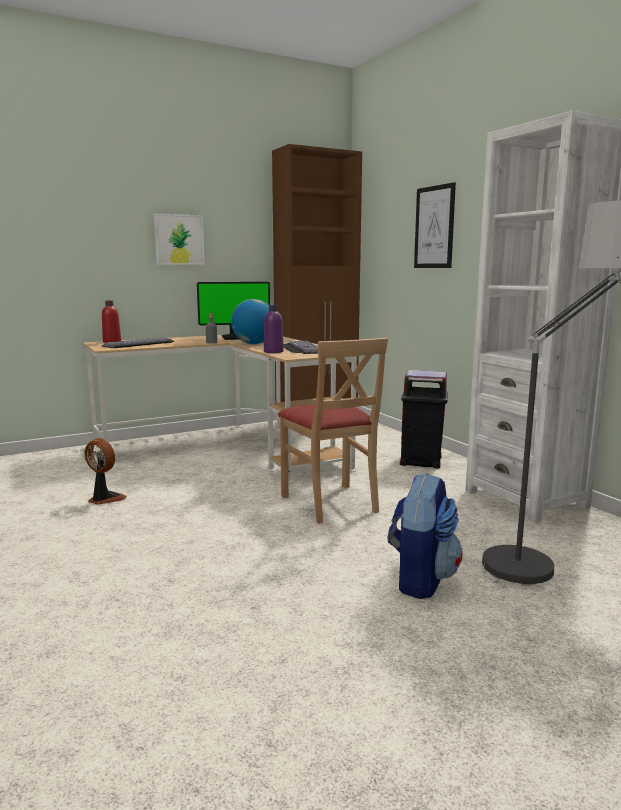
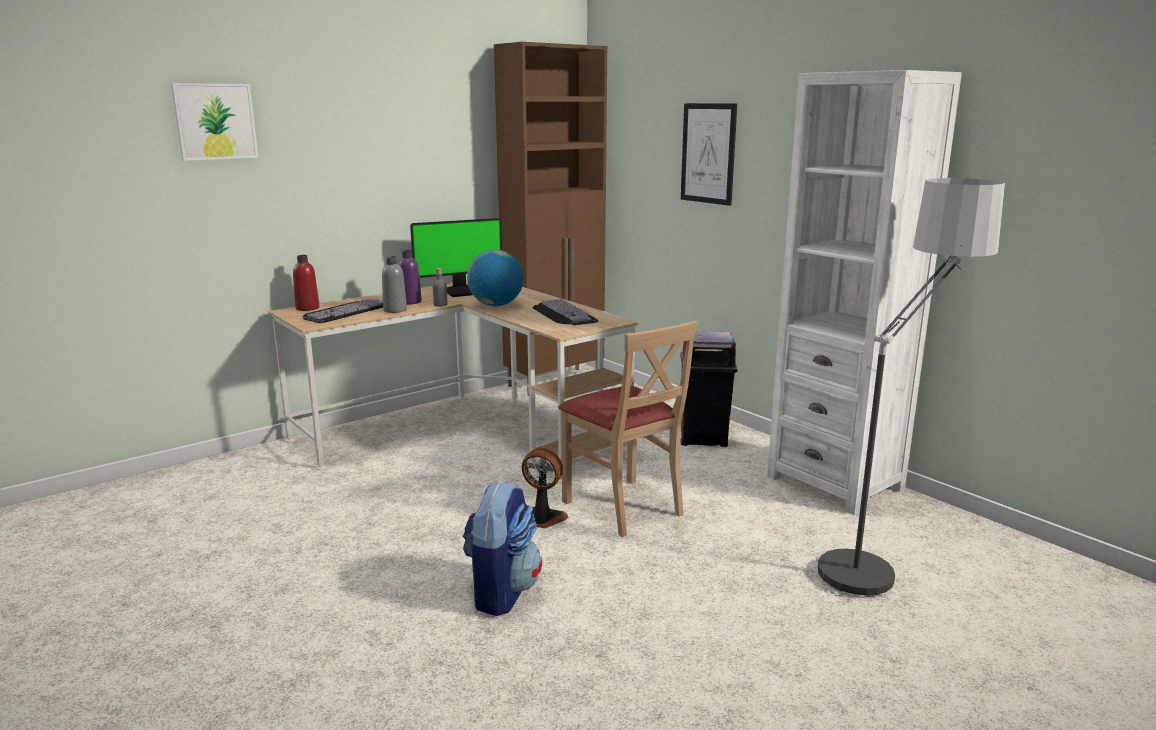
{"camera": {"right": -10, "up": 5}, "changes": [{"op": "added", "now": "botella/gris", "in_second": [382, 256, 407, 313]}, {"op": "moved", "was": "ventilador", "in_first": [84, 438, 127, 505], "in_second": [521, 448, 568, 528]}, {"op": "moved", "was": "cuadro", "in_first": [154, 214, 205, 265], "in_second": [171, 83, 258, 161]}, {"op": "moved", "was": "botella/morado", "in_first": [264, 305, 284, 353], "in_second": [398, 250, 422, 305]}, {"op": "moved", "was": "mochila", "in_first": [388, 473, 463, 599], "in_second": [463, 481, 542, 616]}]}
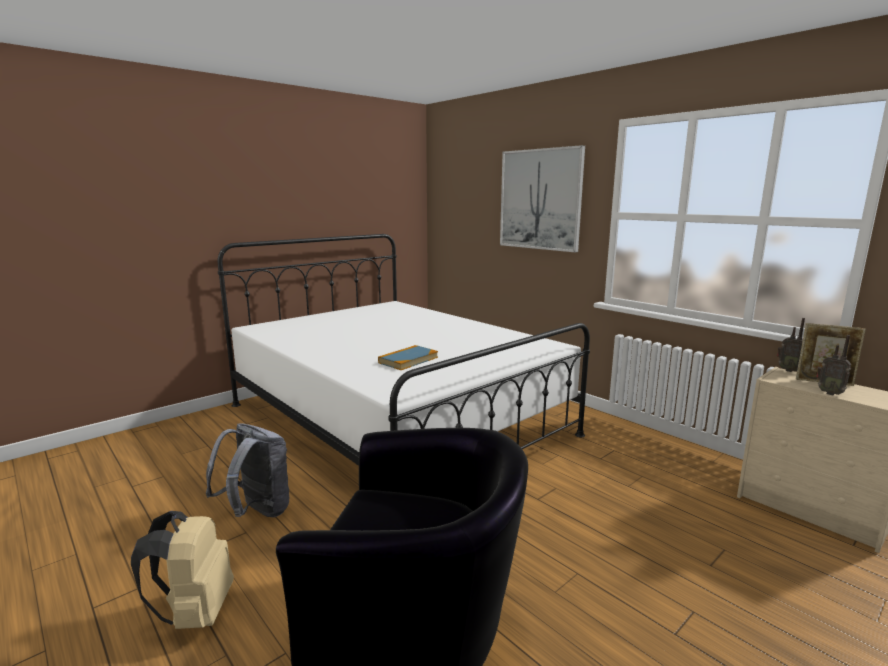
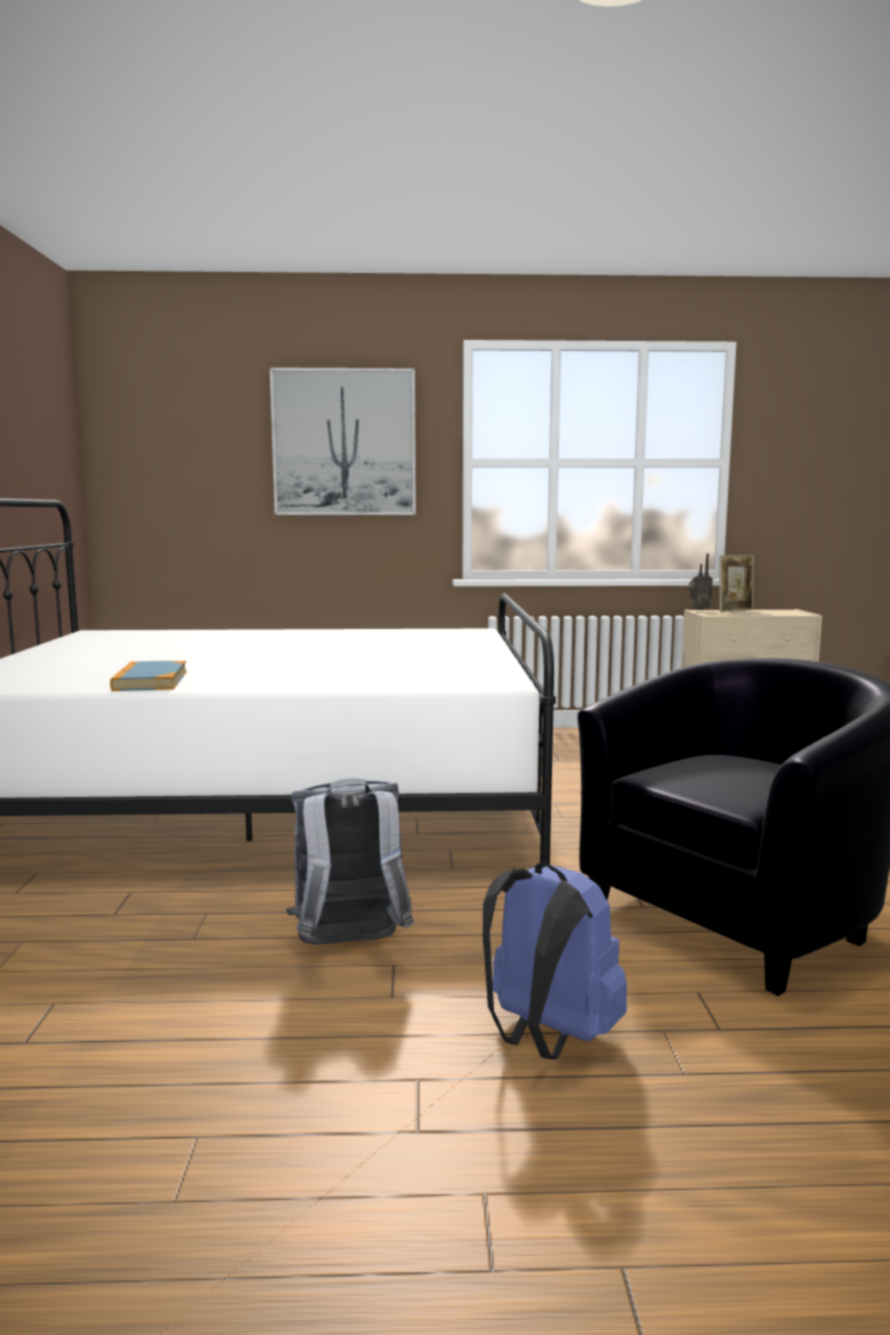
{"camera": {"right": -50, "up": -5}, "changes": [{"op": "removed", "was": "radio", "in_first": [816, 335, 851, 395]}, {"op": "moved", "was": "libro", "in_first": [378, 345, 438, 370], "in_second": [110, 661, 187, 691]}, {"op": "recoloured", "was": "mochila/beis", "now": "mochila/azul", "in_first": [131, 511, 234, 629], "in_second": [483, 862, 627, 1060]}]}
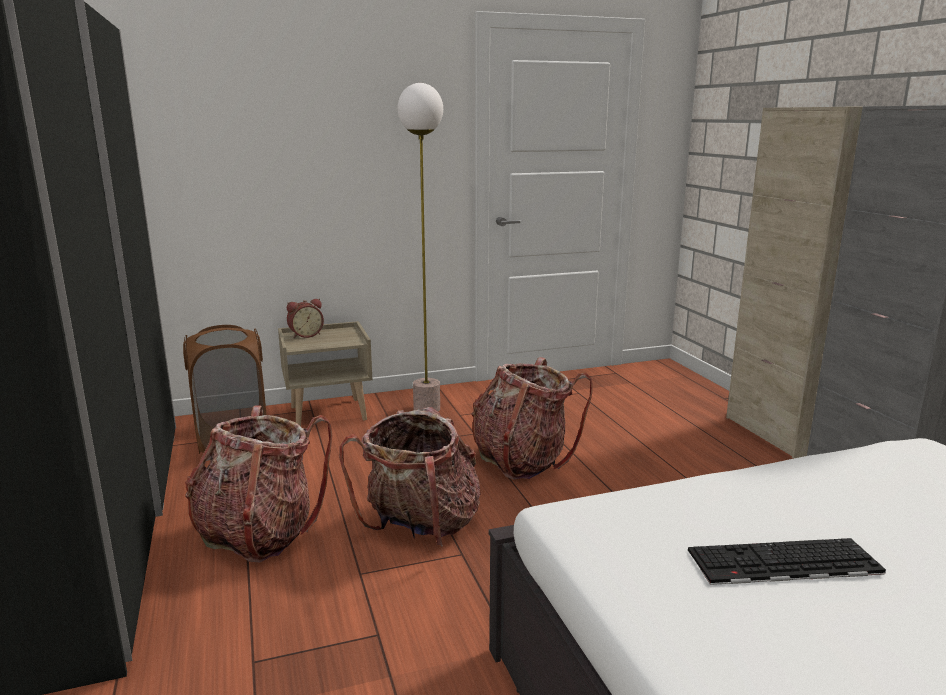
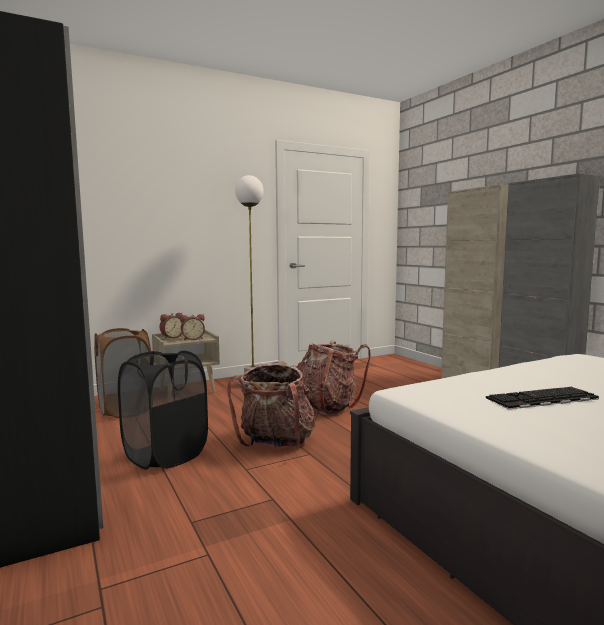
{"camera": {"right": -10, "up": -10}, "changes": [{"op": "added", "now": "despertador", "in_second": [180, 314, 205, 340]}, {"op": "replaced", "was": "mochila", "now": "cesto de la ropa/negro", "in_first": [185, 406, 332, 562], "in_second": [118, 351, 208, 470]}]}
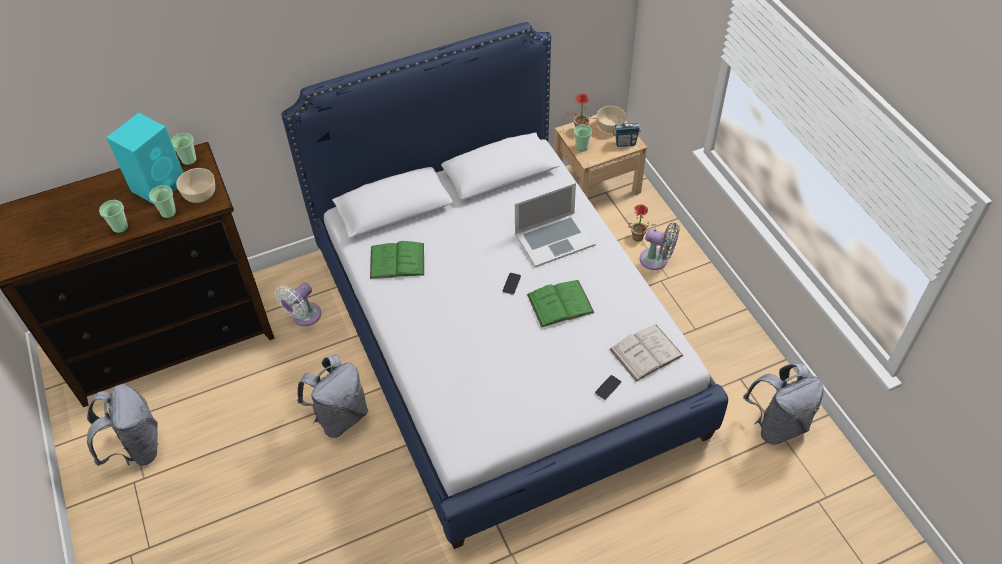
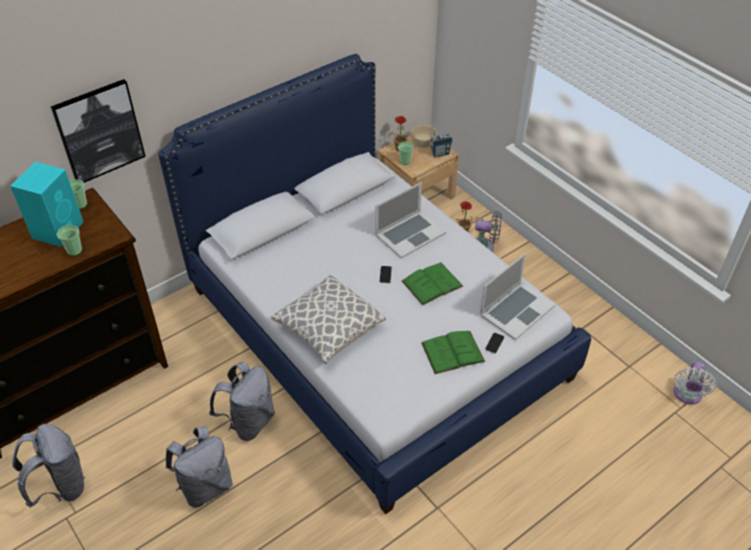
{"camera": {"right": -15, "up": -5}, "changes": [{"op": "removed", "was": "taza", "in_first": [99, 200, 128, 233]}, {"op": "removed", "was": "cuenco/beis", "in_first": [176, 168, 215, 203]}, {"op": "added", "now": "cuadro", "in_second": [51, 79, 146, 183]}, {"op": "added", "now": "cojín", "in_second": [271, 275, 386, 364]}, {"op": "moved", "was": "ventilador/blanco", "in_first": [275, 283, 321, 326], "in_second": [674, 361, 716, 404]}, {"op": "moved", "was": "libro/verde", "in_first": [370, 241, 424, 279], "in_second": [421, 331, 485, 374]}, {"op": "moved", "was": "mochila/gris", "in_first": [743, 364, 824, 445], "in_second": [166, 426, 233, 508]}, {"op": "replaced", "was": "libro/blanco", "now": "portátil", "in_first": [609, 324, 684, 382], "in_second": [480, 253, 555, 340]}]}
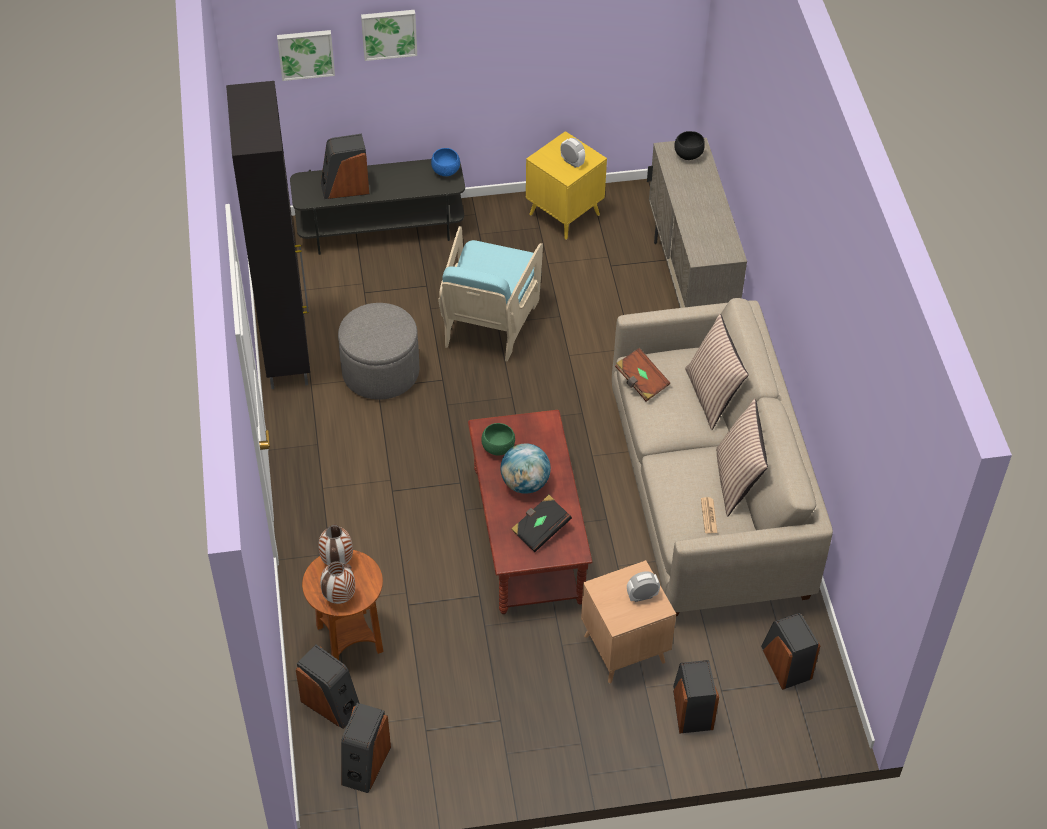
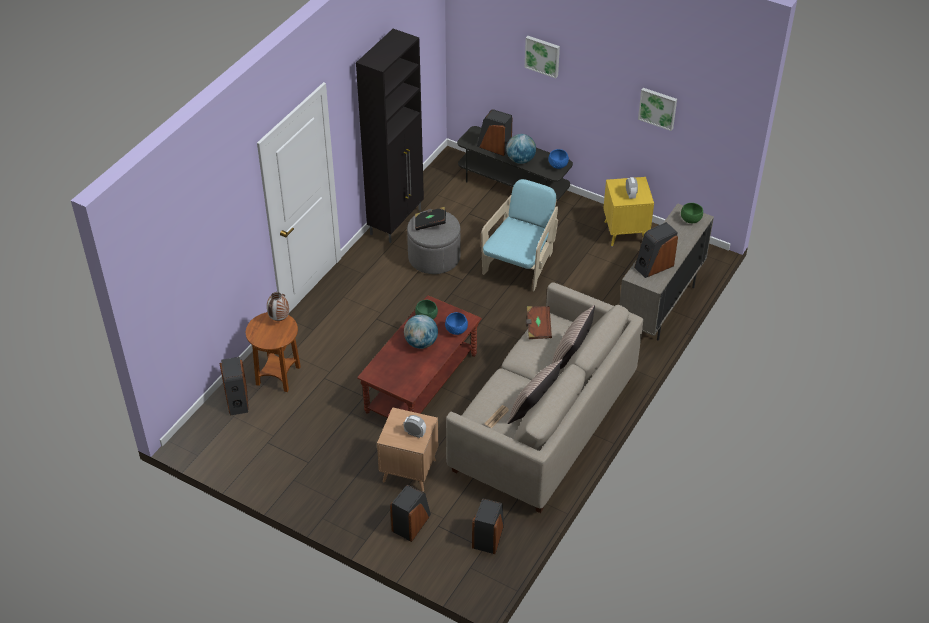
{"camera": {"right": 40, "up": -5}, "changes": [{"op": "removed", "was": "florero", "in_first": [320, 561, 355, 604]}, {"op": "added", "now": "cuenco/azul", "in_second": [445, 312, 468, 335]}, {"op": "added", "now": "globo terráqueo", "in_second": [506, 134, 536, 164]}, {"op": "moved", "was": "cuadro", "in_first": [277, 30, 335, 81], "in_second": [638, 88, 677, 131]}, {"op": "moved", "was": "altavoz", "in_first": [341, 703, 391, 793], "in_second": [634, 222, 678, 278]}, {"op": "moved", "was": "libro/negro", "in_first": [511, 495, 572, 552], "in_second": [415, 207, 446, 230]}, {"op": "recoloured", "was": "cuenco/negro", "now": "cuenco/verde", "in_first": [674, 131, 705, 160], "in_second": [681, 203, 703, 223]}, {"op": "turned", "was": "sillón/turquesa", "in_first": [438, 226, 543, 361], "in_second": [481, 179, 558, 292], "clockwise": 150}]}
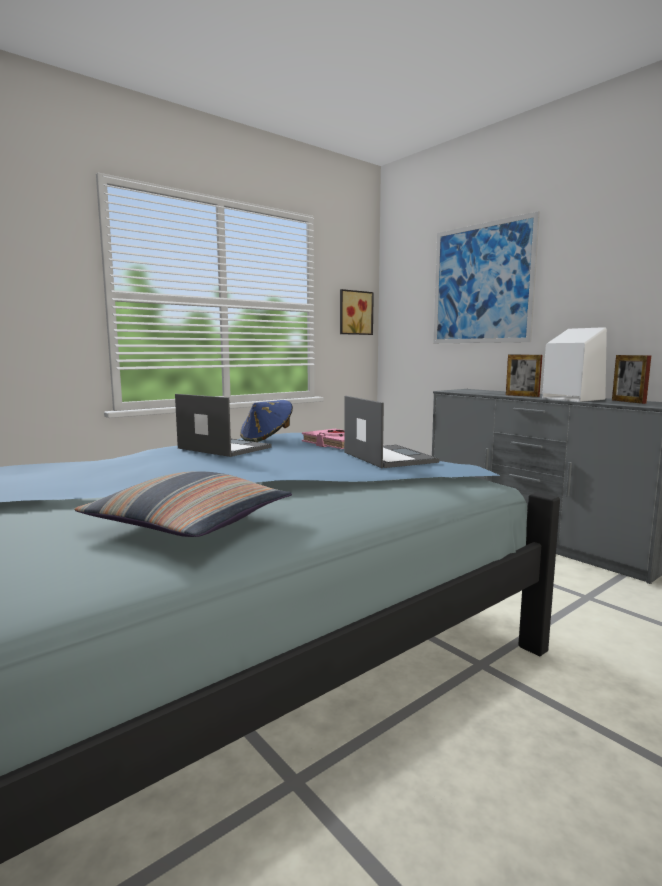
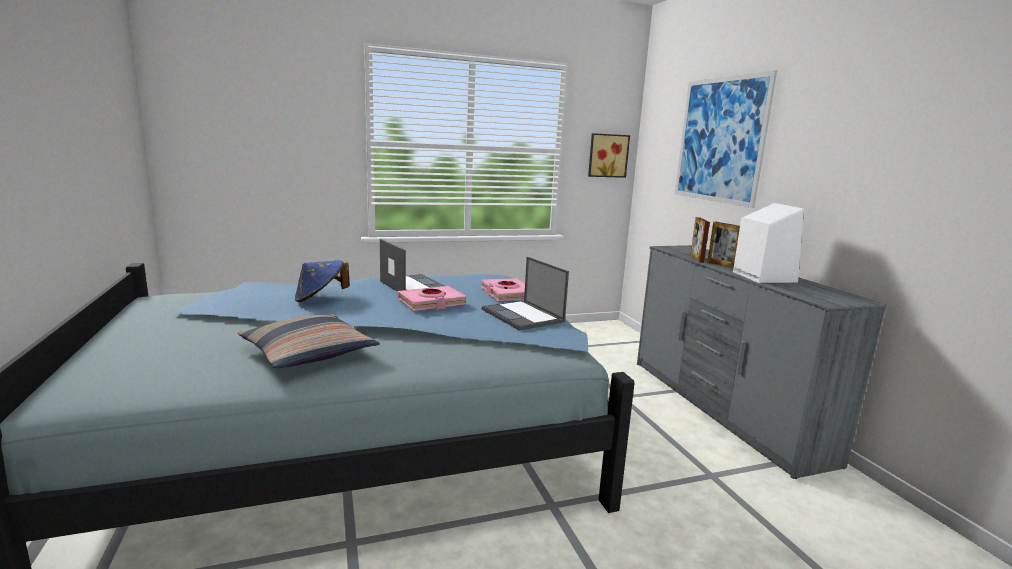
{"camera": {"right": 20, "up": 5}, "changes": [{"op": "added", "now": "libro/rosa", "in_second": [397, 286, 467, 311]}, {"op": "moved", "was": "sombrero/azul", "in_first": [240, 400, 293, 442], "in_second": [295, 260, 350, 303]}, {"op": "moved", "was": "portarretratos", "in_first": [612, 355, 651, 404], "in_second": [690, 217, 710, 263]}, {"op": "turned", "was": "portátil", "in_first": [344, 396, 439, 468], "in_second": [482, 257, 569, 331], "clockwise": 150}]}
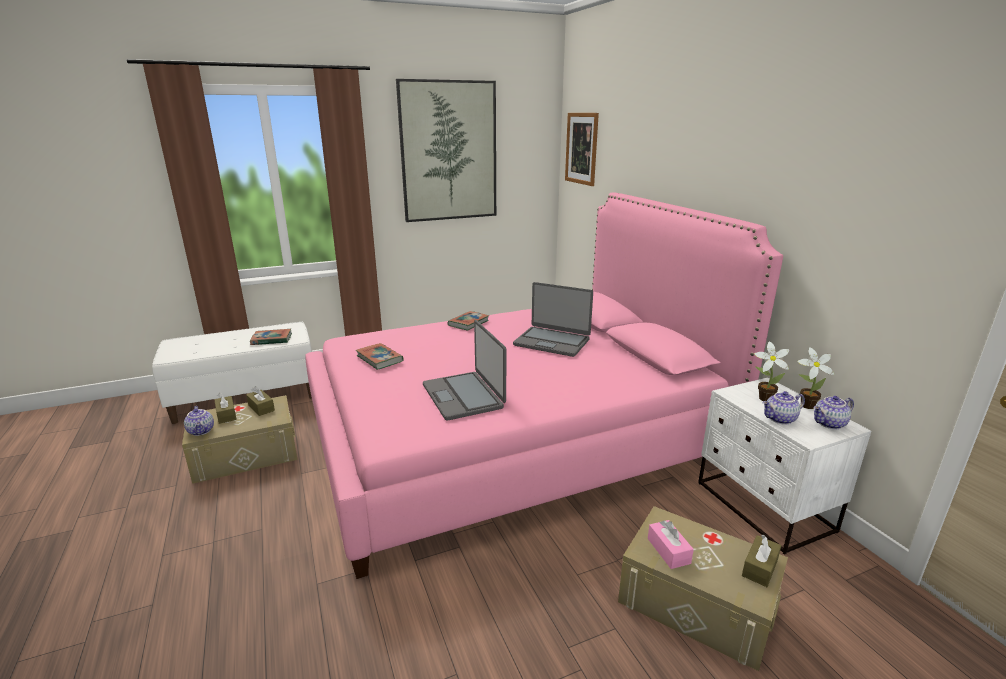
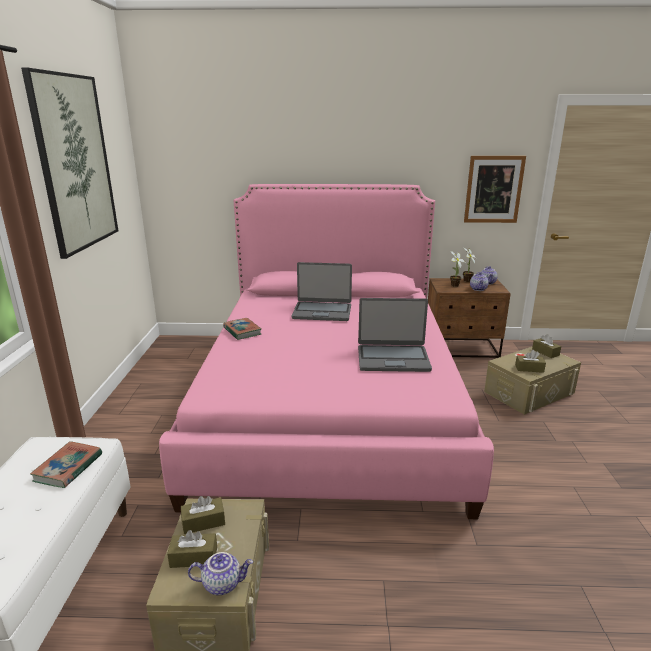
{"camera": {"right": -65, "up": 0}, "changes": [{"op": "removed", "was": "libro", "in_first": [356, 343, 404, 370]}, {"op": "moved", "was": "cuadro", "in_first": [565, 113, 599, 186], "in_second": [464, 156, 526, 223]}, {"op": "recoloured", "was": "caja de pañuelos/rosa", "now": "caja de pañuelos/marrón", "in_first": [648, 520, 694, 569], "in_second": [515, 350, 546, 373]}, {"op": "recoloured", "was": "mesita de noche/blanco", "now": "mesita de noche/marrón", "in_first": [698, 378, 871, 555], "in_second": [428, 278, 511, 358]}, {"op": "turned", "was": "portátil", "in_first": [513, 282, 593, 357], "in_second": [292, 262, 352, 321], "clockwise": 45}]}
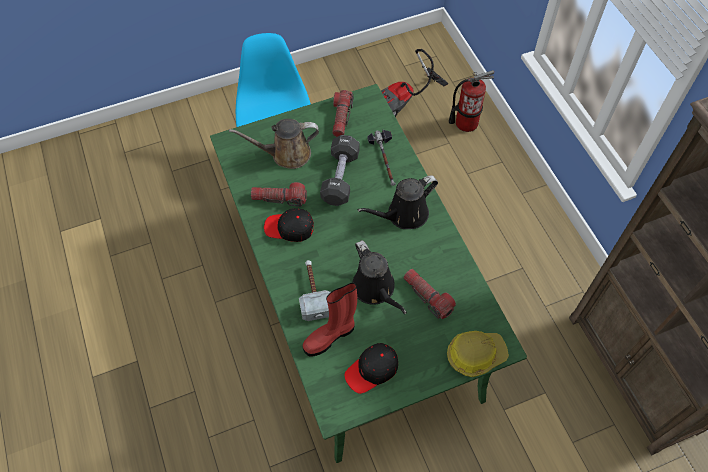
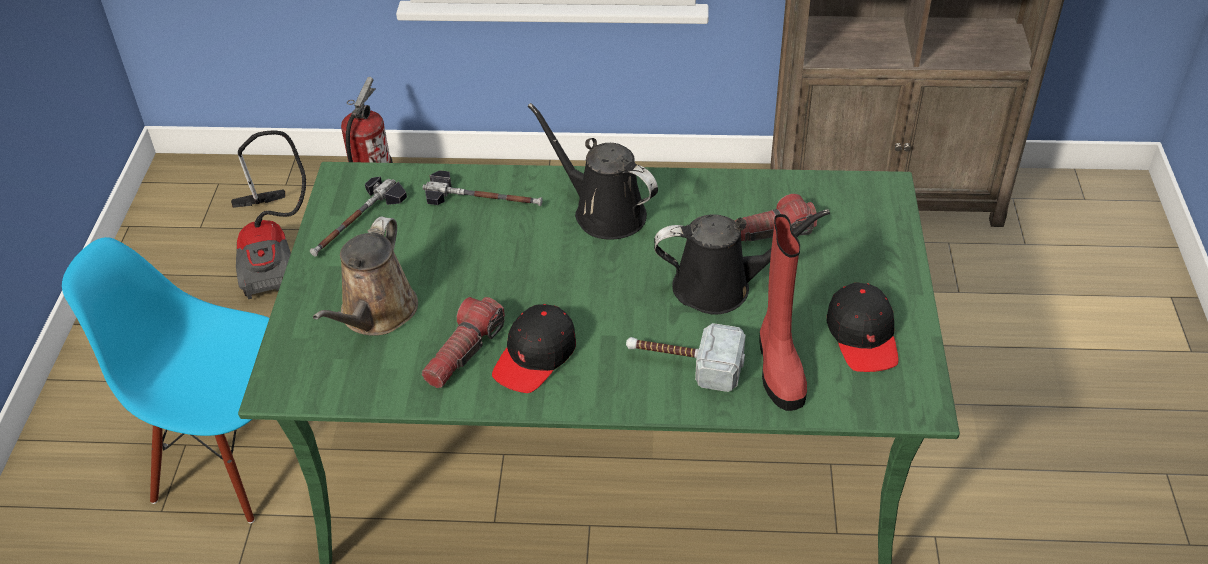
{"camera": {"right": -65, "up": -15}, "changes": [{"op": "removed", "was": "mancuerna/negro", "in_first": [320, 135, 360, 206]}, {"op": "removed", "was": "casco", "in_first": [447, 331, 509, 377]}, {"op": "replaced", "was": "linterna", "now": "martillo", "in_first": [332, 90, 354, 137], "in_second": [310, 176, 407, 257]}, {"op": "turned", "was": "regadera/negro", "in_first": [358, 175, 438, 229], "in_second": [528, 103, 658, 239], "clockwise": 135}]}
